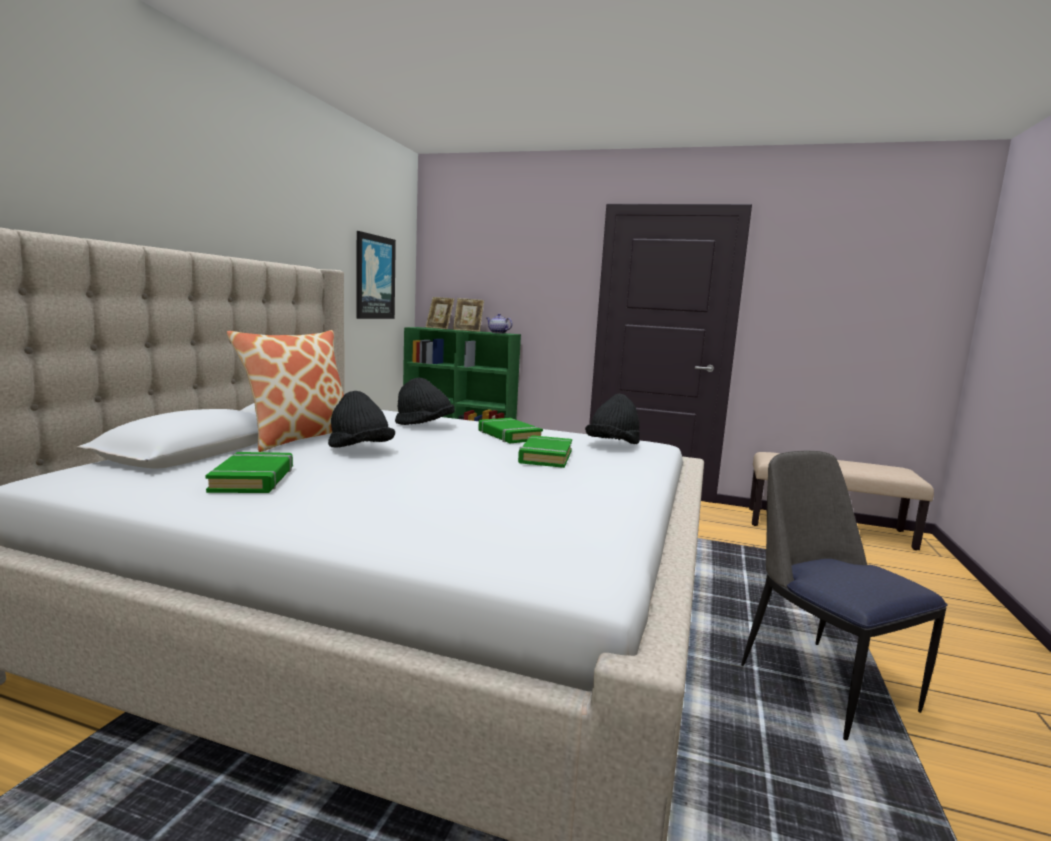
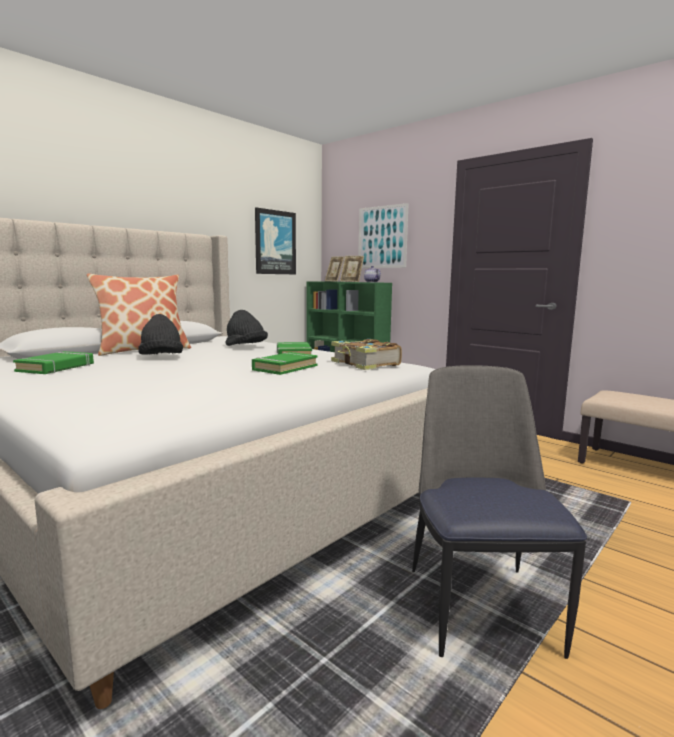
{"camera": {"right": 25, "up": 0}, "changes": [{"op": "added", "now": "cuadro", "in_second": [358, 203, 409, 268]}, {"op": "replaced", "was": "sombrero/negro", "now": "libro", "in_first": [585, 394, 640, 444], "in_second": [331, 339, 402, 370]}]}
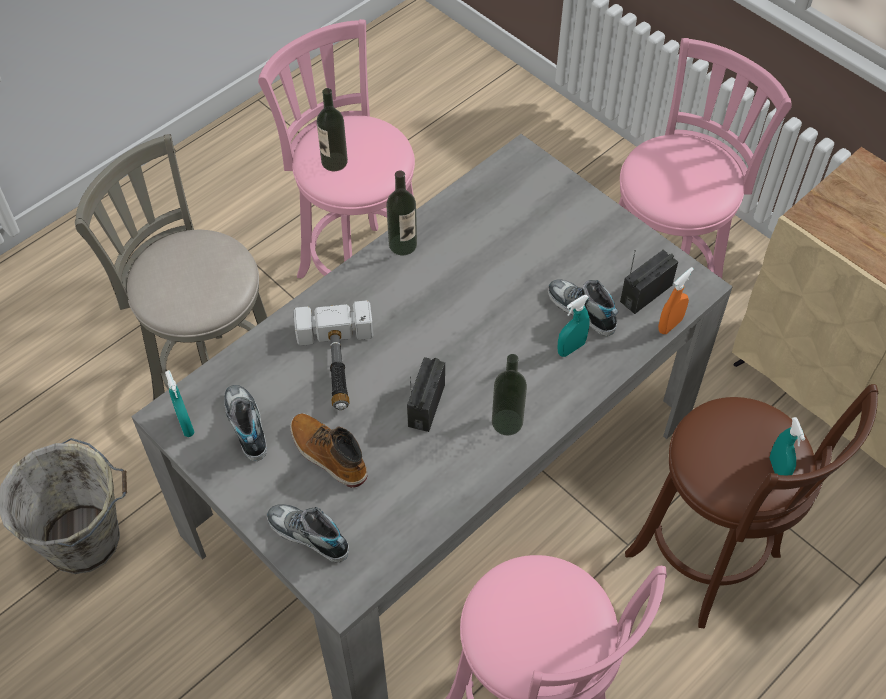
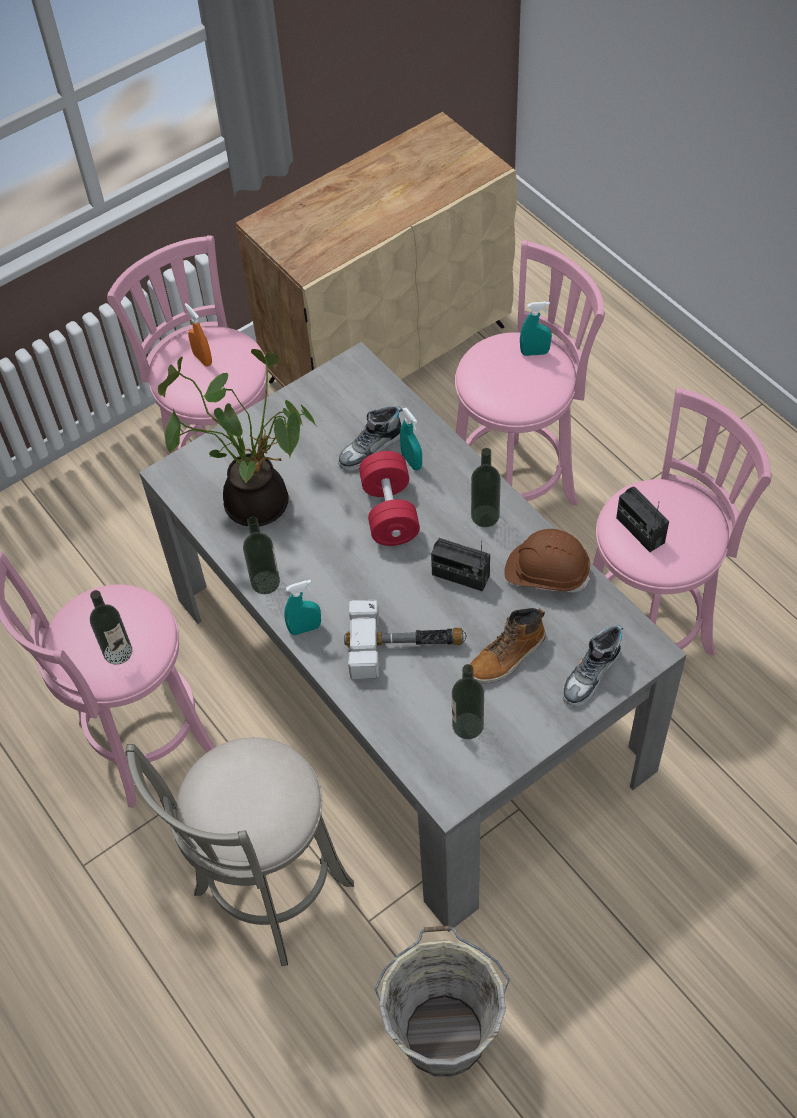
{"camera": {"right": -80, "up": 0}, "changes": [{"op": "added", "now": "planta en maceta", "in_second": [158, 349, 316, 527]}, {"op": "added", "now": "mancuerna/rojo", "in_second": [359, 451, 420, 546]}, {"op": "added", "now": "casco/marrón", "in_second": [504, 529, 590, 592]}, {"op": "moved", "was": "pulverizador/turquesa", "in_first": [165, 370, 194, 437], "in_second": [284, 580, 321, 635]}, {"op": "moved", "was": "radio", "in_first": [620, 250, 678, 314], "in_second": [616, 487, 669, 552]}, {"op": "moved", "was": "pulverizador/naranja", "in_first": [658, 267, 694, 334], "in_second": [184, 303, 212, 367]}, {"op": "replaced", "was": "zapato", "now": "botella", "in_first": [224, 385, 267, 461], "in_second": [452, 664, 484, 739]}, {"op": "recoloured", "was": "taburete/marrón", "now": "taburete/rosa", "in_first": [625, 384, 878, 628], "in_second": [455, 240, 605, 506]}]}
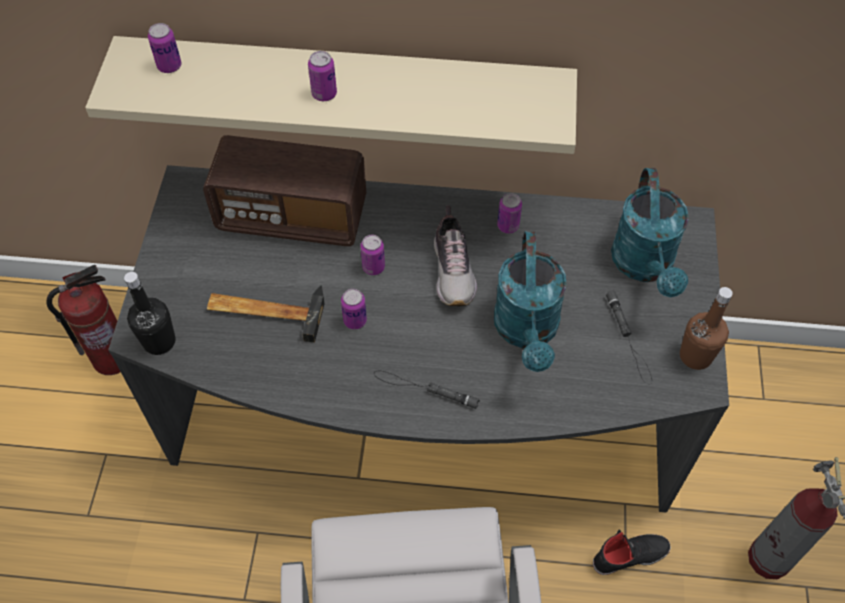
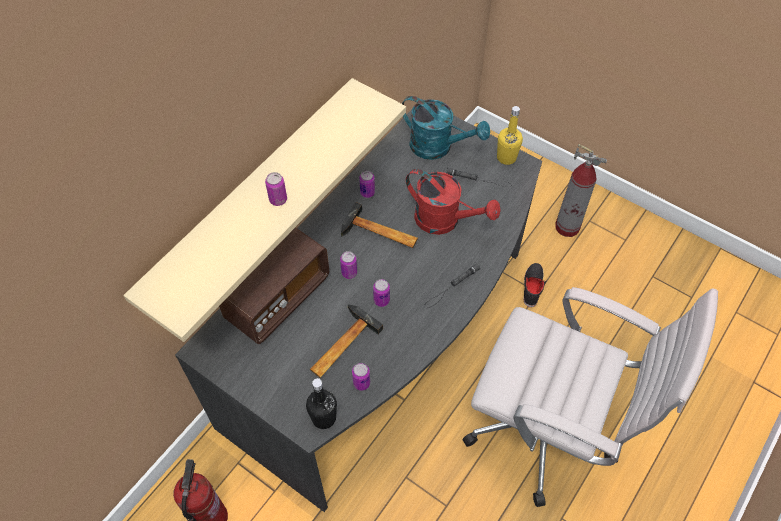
{"camera": {"right": -60, "up": 0}, "changes": [{"op": "moved", "was": "lata", "in_first": [148, 23, 181, 73], "in_second": [352, 363, 370, 391]}, {"op": "replaced", "was": "zapato", "now": "martillo", "in_first": [434, 206, 477, 306], "in_second": [341, 202, 418, 248]}, {"op": "recoloured", "was": "regadera/turquesa", "now": "regadera/rojo", "in_first": [494, 231, 567, 372], "in_second": [406, 169, 501, 235]}, {"op": "recoloured", "was": "botella/marrón", "now": "botella/amarillo", "in_first": [680, 287, 733, 370], "in_second": [497, 106, 523, 165]}]}
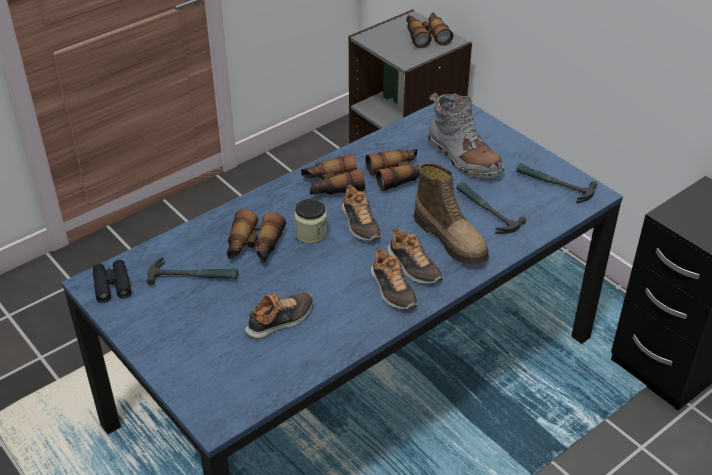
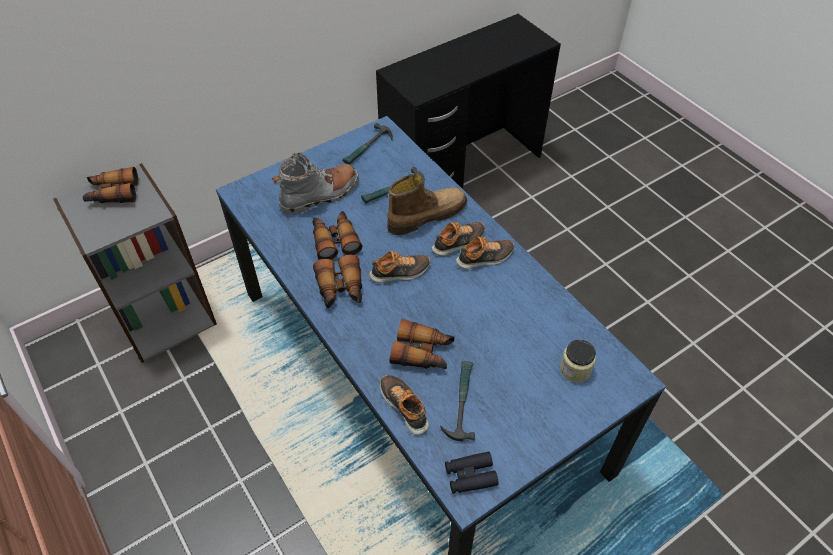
{"camera": {"right": -85, "up": 10}, "changes": [{"op": "moved", "was": "zapato", "in_first": [245, 292, 313, 339], "in_second": [380, 375, 429, 435]}, {"op": "moved", "was": "tarro", "in_first": [294, 199, 327, 244], "in_second": [560, 340, 596, 383]}]}
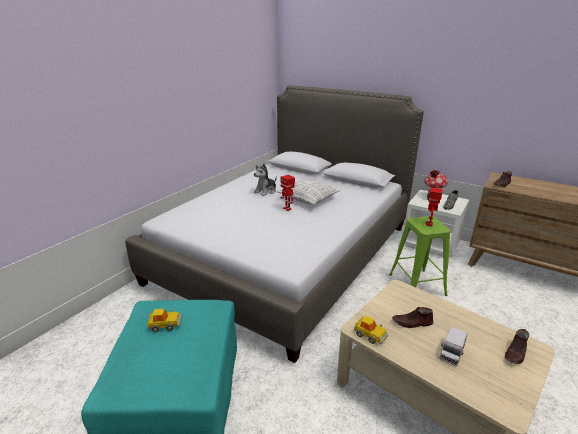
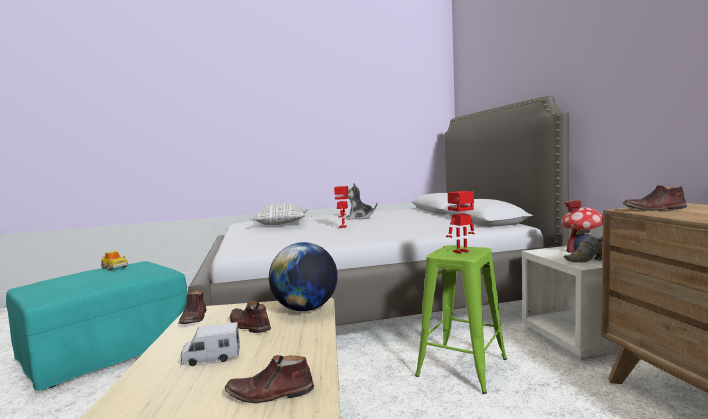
{"camera": {"right": 45, "up": -20}, "changes": [{"op": "added", "now": "globo terráqueo", "in_second": [269, 242, 338, 311]}, {"op": "moved", "was": "cojín", "in_first": [277, 179, 341, 205], "in_second": [250, 204, 308, 225]}, {"op": "replaced", "was": "coche de juguete", "now": "zapato/marrón", "in_first": [354, 316, 388, 344], "in_second": [179, 290, 207, 324]}]}
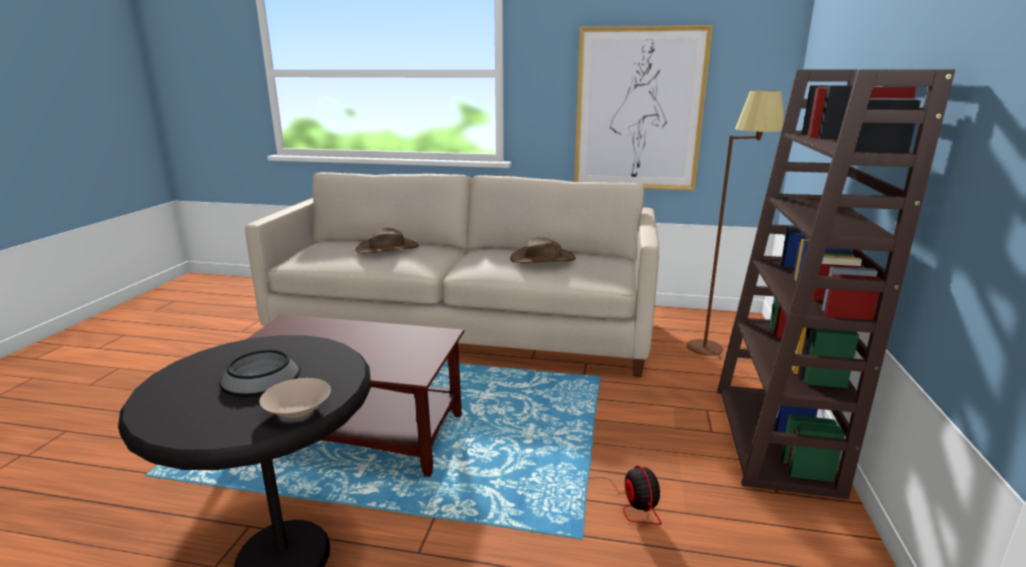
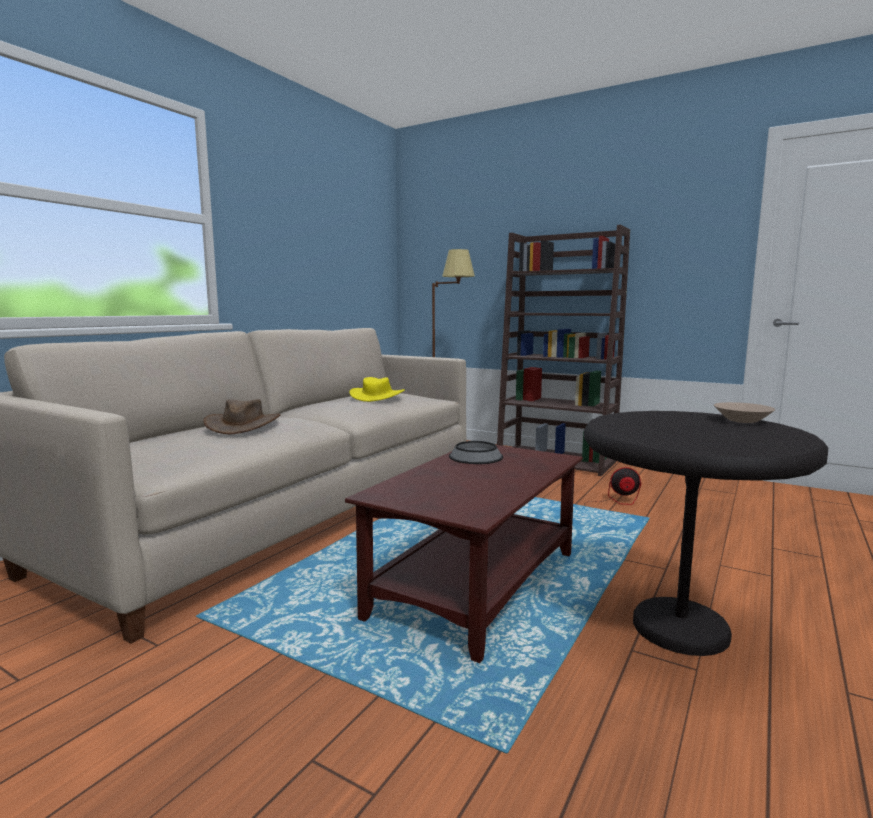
{"camera": {"right": -70, "up": -10}, "changes": [{"op": "removed", "was": "cuadro", "in_first": [574, 25, 713, 191]}, {"op": "moved", "was": "cuenco", "in_first": [219, 350, 300, 397], "in_second": [449, 441, 503, 464]}, {"op": "recoloured", "was": "sombrero/marrón", "now": "sombrero/amarillo", "in_first": [510, 237, 576, 263], "in_second": [349, 377, 405, 402]}]}
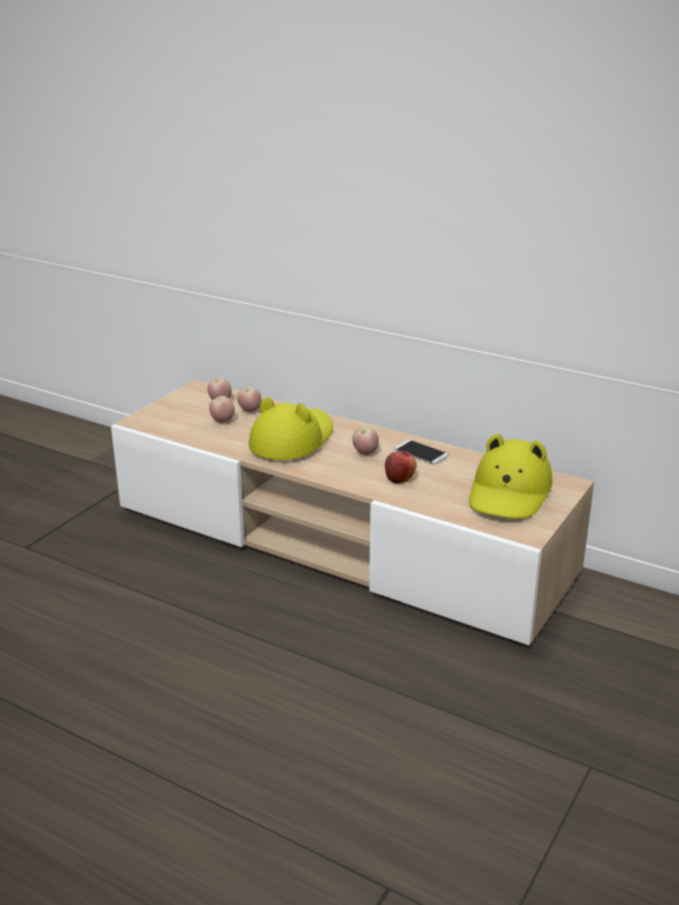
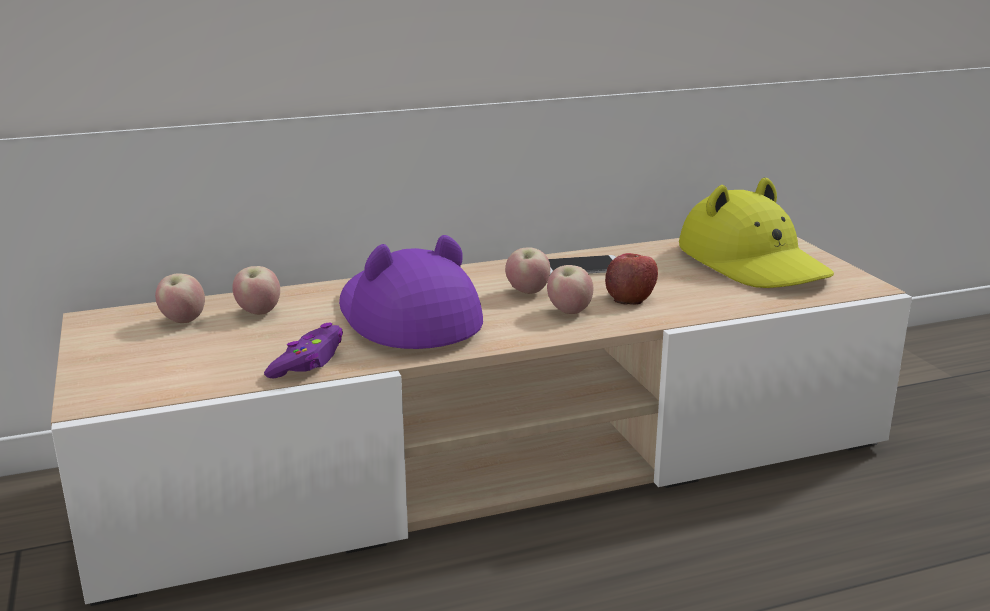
{"camera": {"right": -50, "up": -5}, "changes": [{"op": "added", "now": "mando de consola/morado", "in_second": [264, 322, 343, 378]}, {"op": "moved", "was": "manzana", "in_first": [209, 396, 235, 423], "in_second": [547, 265, 594, 314]}, {"op": "recoloured", "was": "sombrero/amarillo", "now": "sombrero/morado", "in_first": [249, 397, 333, 460], "in_second": [339, 235, 483, 349]}]}
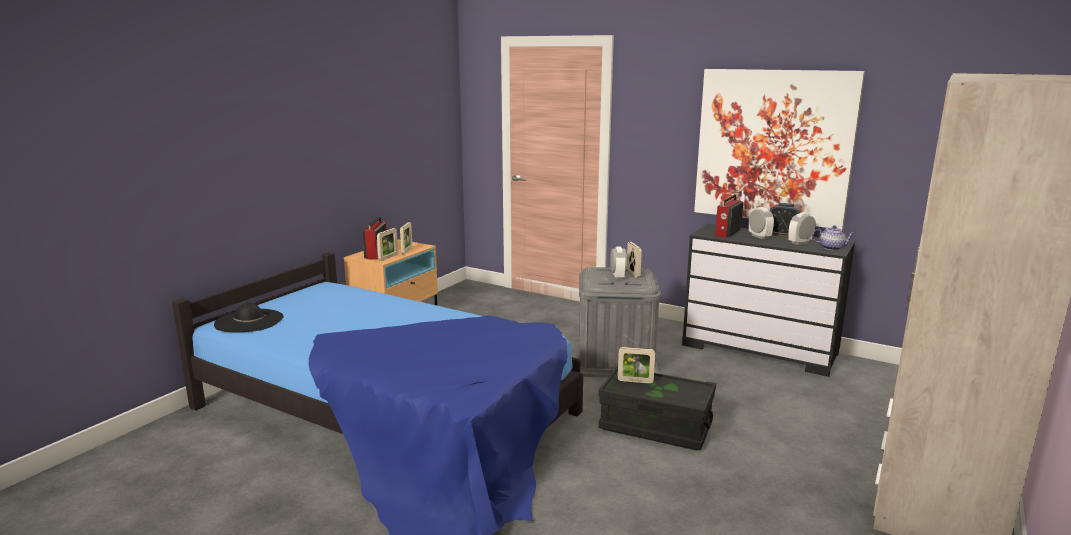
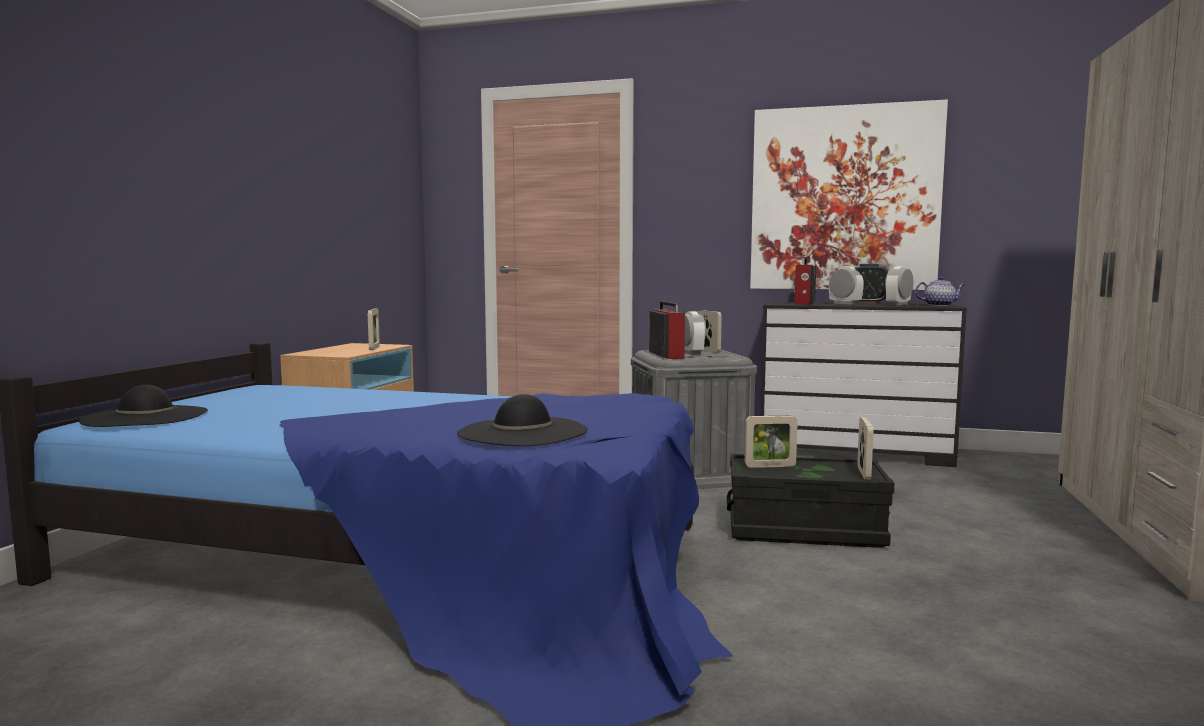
{"camera": {"right": -15, "up": -10}, "changes": [{"op": "added", "now": "sombrero/negro", "in_second": [457, 394, 588, 446]}, {"op": "moved", "was": "radio", "in_first": [362, 217, 386, 260], "in_second": [649, 301, 685, 359]}, {"op": "moved", "was": "portarretratos", "in_first": [377, 228, 398, 261], "in_second": [857, 417, 874, 480]}]}
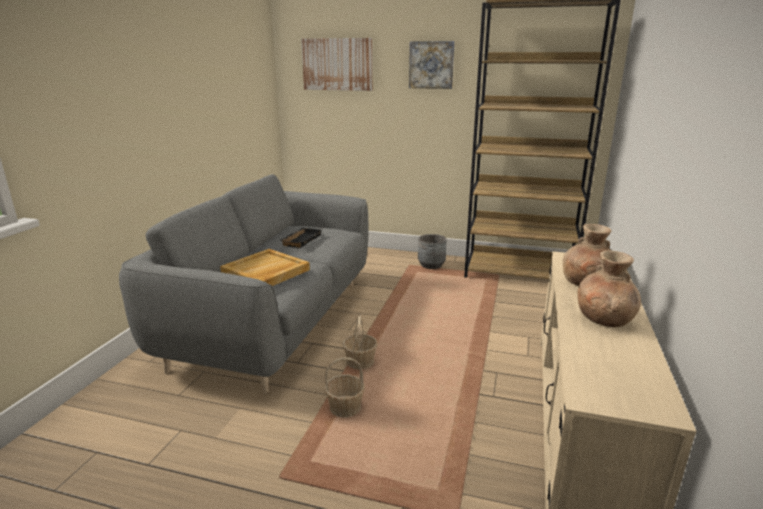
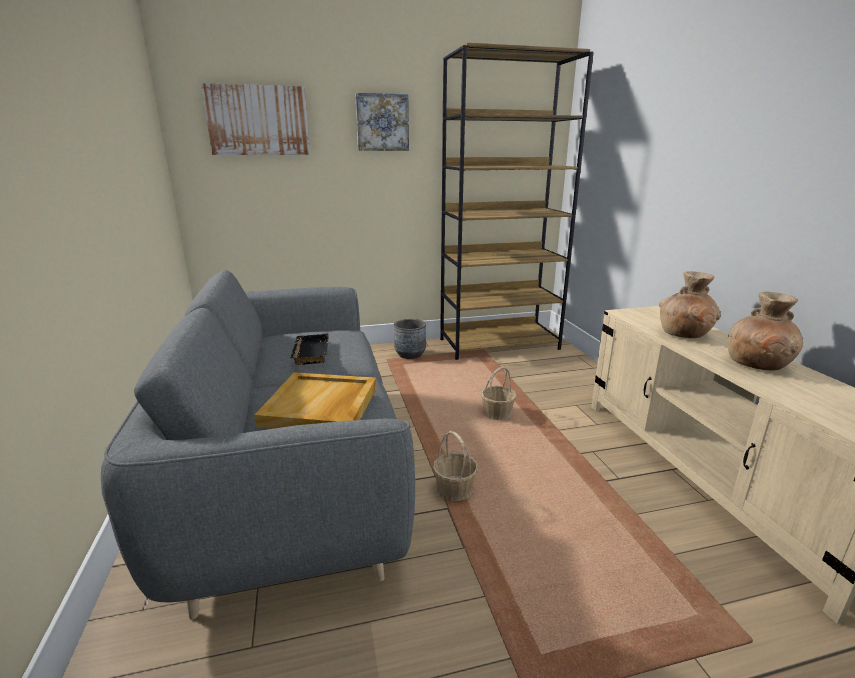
{"camera": {"right": -30, "up": 0}, "changes": [{"op": "moved", "was": "cesta", "in_first": [325, 357, 365, 417], "in_second": [481, 367, 516, 420]}]}
